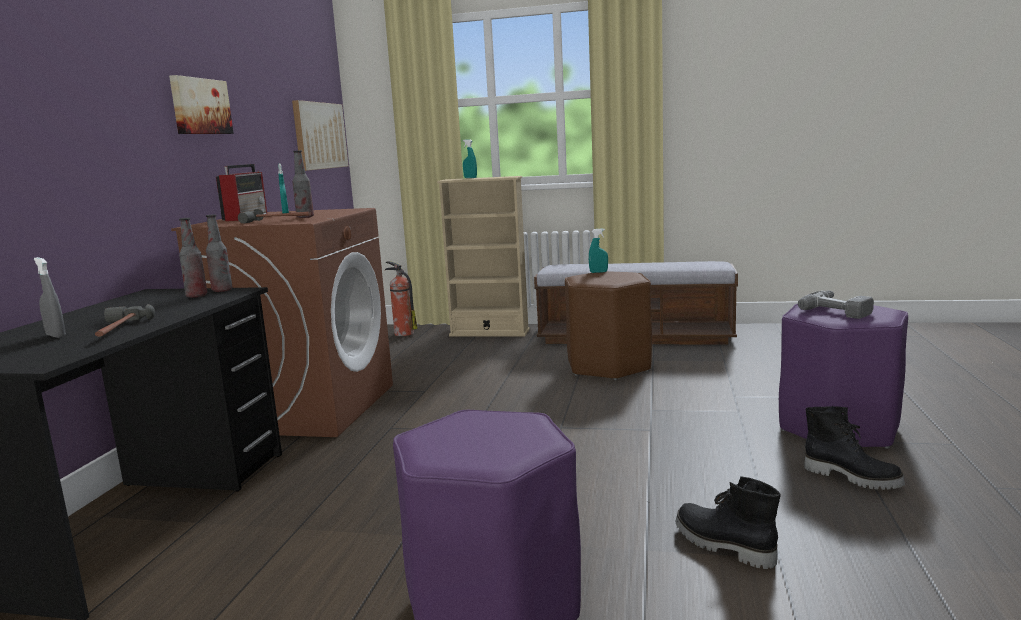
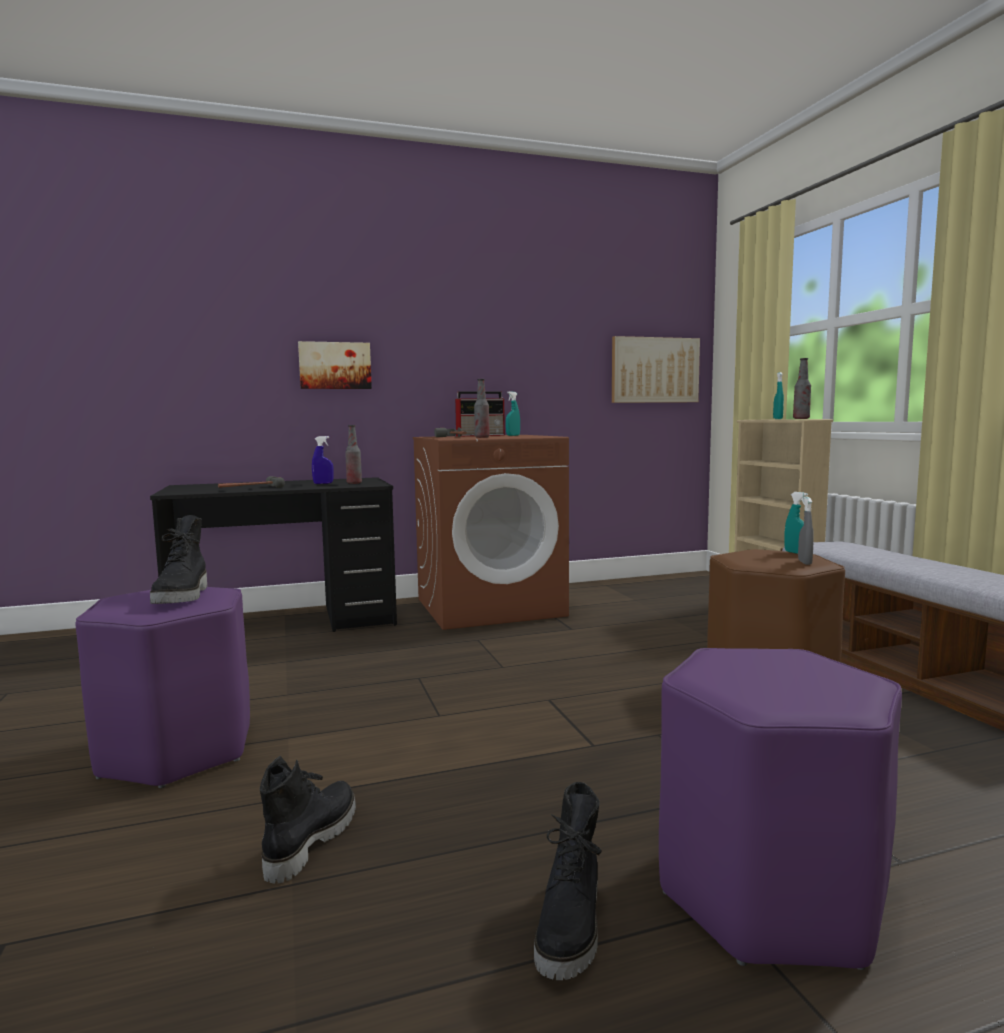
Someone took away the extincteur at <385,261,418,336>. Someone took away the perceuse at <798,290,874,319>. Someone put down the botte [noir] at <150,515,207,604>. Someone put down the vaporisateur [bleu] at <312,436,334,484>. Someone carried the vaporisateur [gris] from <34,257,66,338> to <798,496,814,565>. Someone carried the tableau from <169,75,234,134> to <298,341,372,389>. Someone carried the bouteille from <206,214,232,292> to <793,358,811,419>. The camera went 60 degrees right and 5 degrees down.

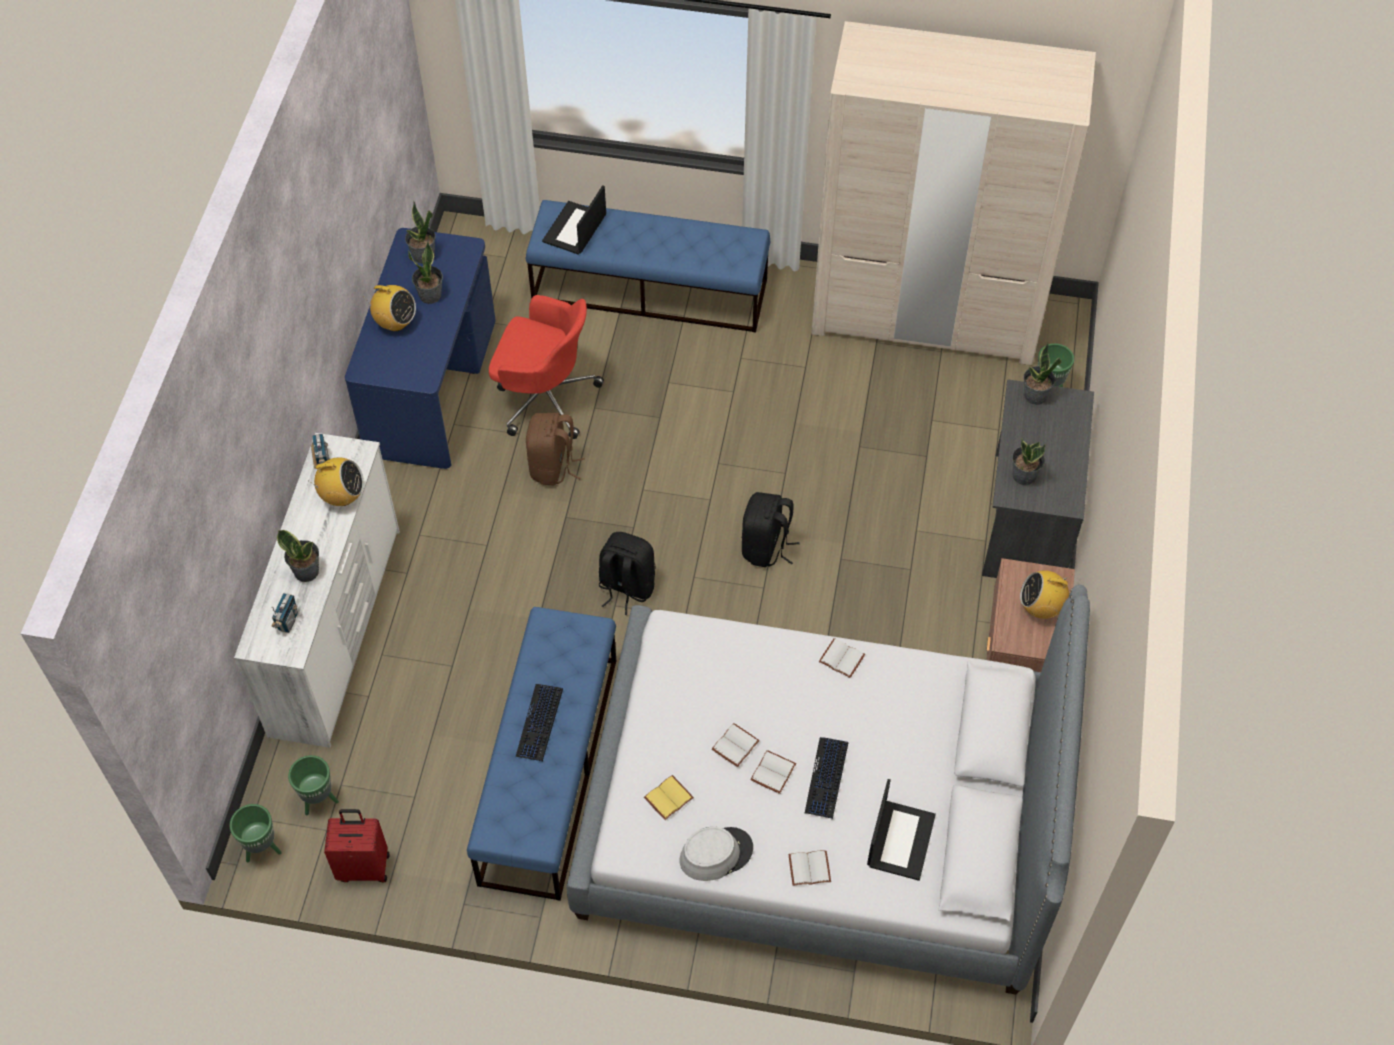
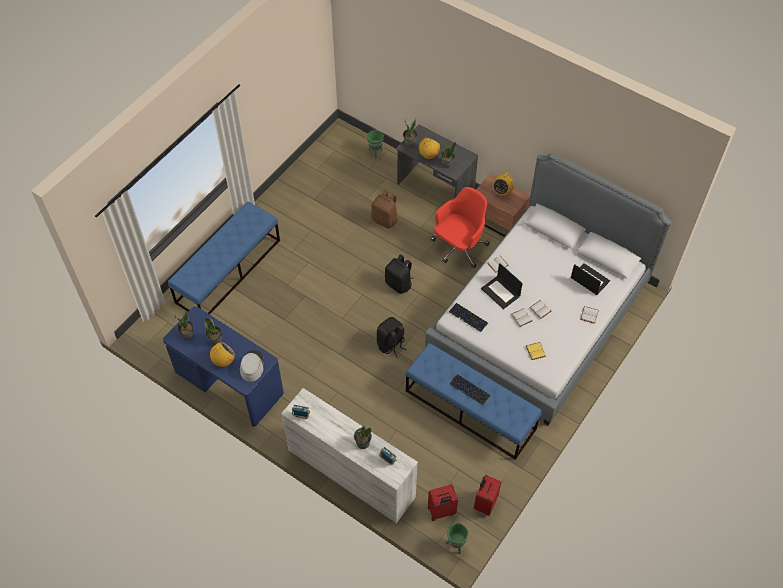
Someone took away the armoire [beige] at <812,21,1096,365>. Someone carried the radio from <308,457,364,506> to <419,138,440,159>. Someone carried the chaise de bureau [rouge] from <489,295,604,439> to <431,187,490,268>. Someone carried the sac à dos [marron] from <526,413,585,485> to <371,190,398,229>. Someone carried the ordinateur portable from <542,185,606,255> to <481,263,523,309>. Someone carried the chapeau [gris] from <680,827,753,881> to <240,350,264,382>. Someone carried the clavier from <805,737,848,819> to <449,303,488,332>. Someone swapped the cache-pot [vert] at <288,755,339,815> for the valise [rouge] at <428,484,458,521>. The camera went 65 degrees left and 0 degrees up.

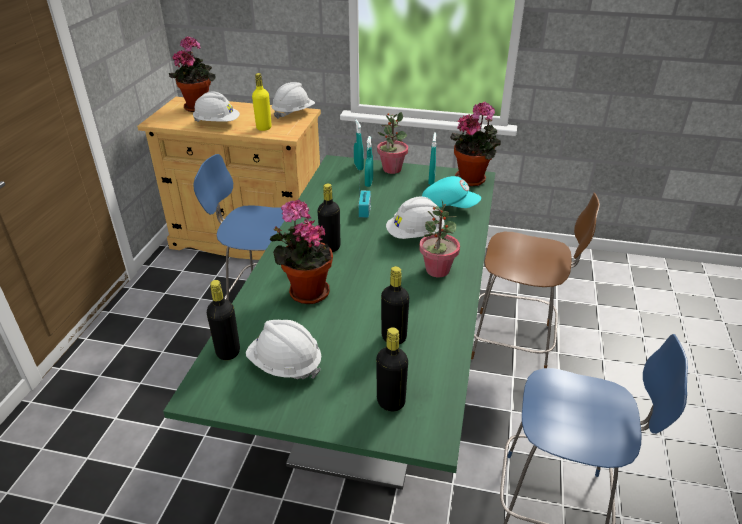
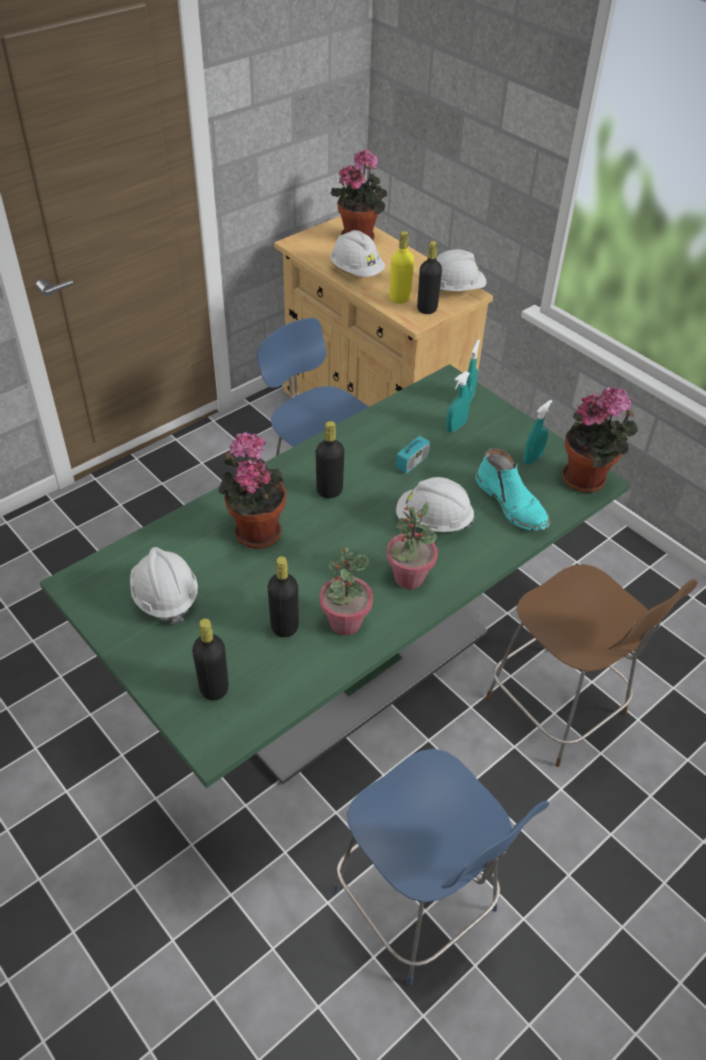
Someone carried the bouteille [noir] from <207,280,240,360> to <417,241,442,314>. Someone carried the plante en pot from <377,112,408,174> to <319,548,373,635>. Someone swapped the casquette [turquoise] at <422,176,481,208> for the botte [turquoise] at <476,448,550,531>. The camera went 35 degrees right and 10 degrees up.

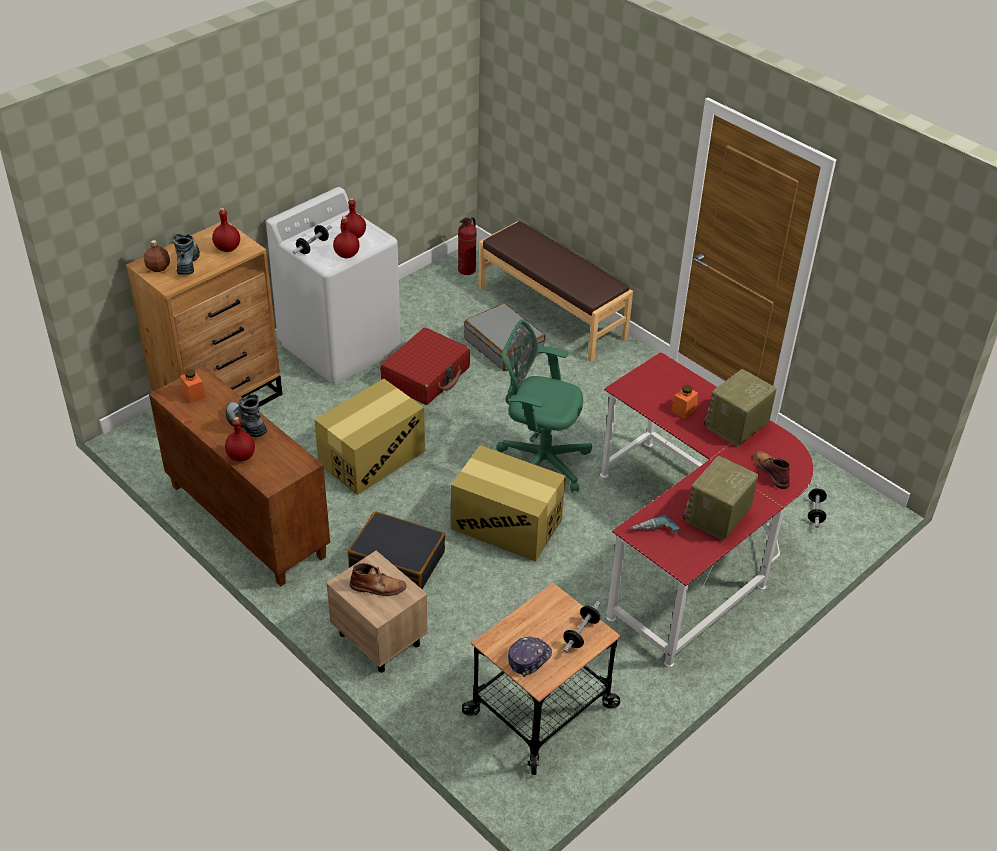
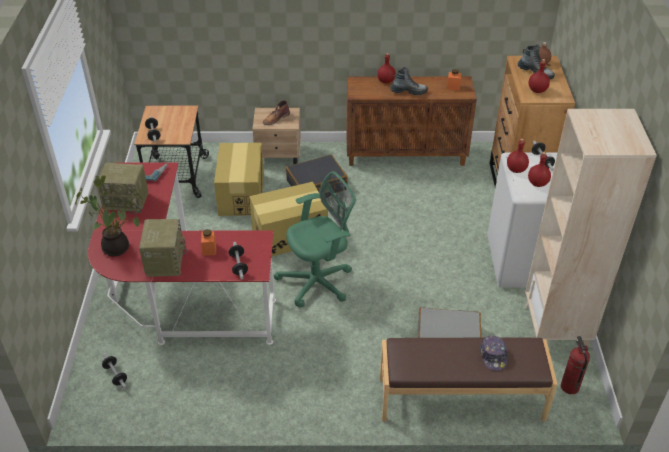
Someone took away the valise [rouge] at <380,327,470,405>. Someone put down the haltère at <229,242,248,280>. Someone put down the bibliothèque [beige] at <525,109,657,346>. Someone carried the carton from <314,379,425,495> to <214,143,264,216>. Someone carried the casquette from <508,636,552,677> to <480,336,508,370>. Someone swapped the botte [marron] at <754,451,790,489> for the plante en pot at <75,176,143,257>. Someone rotated the radio at <683,456,758,541> by 105 degrees clockwise. The camera went 135 degrees right and 0 degrees up.

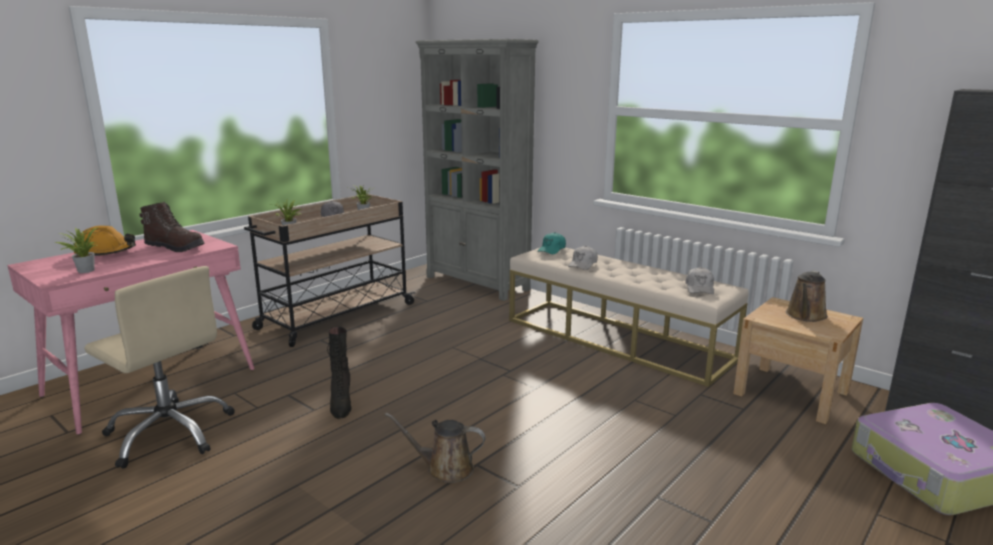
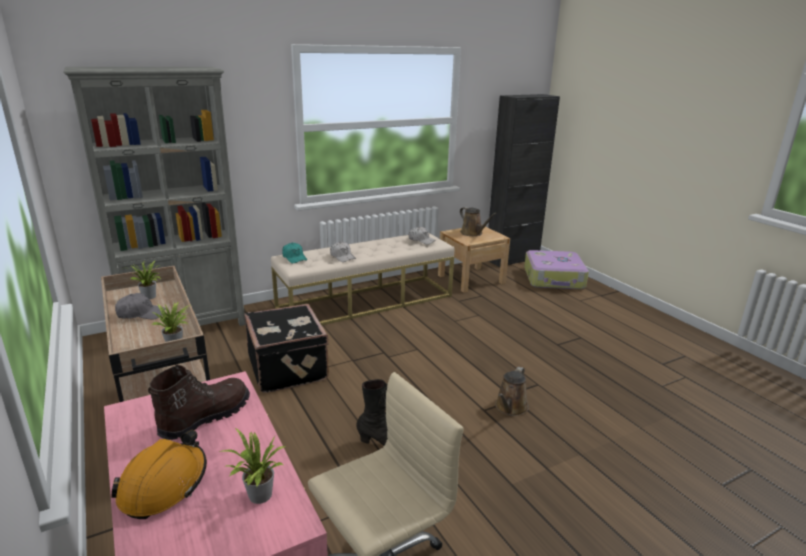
Someone put down the valise [noir] at <244,304,329,393>. The camera went 70 degrees left and 5 degrees up.

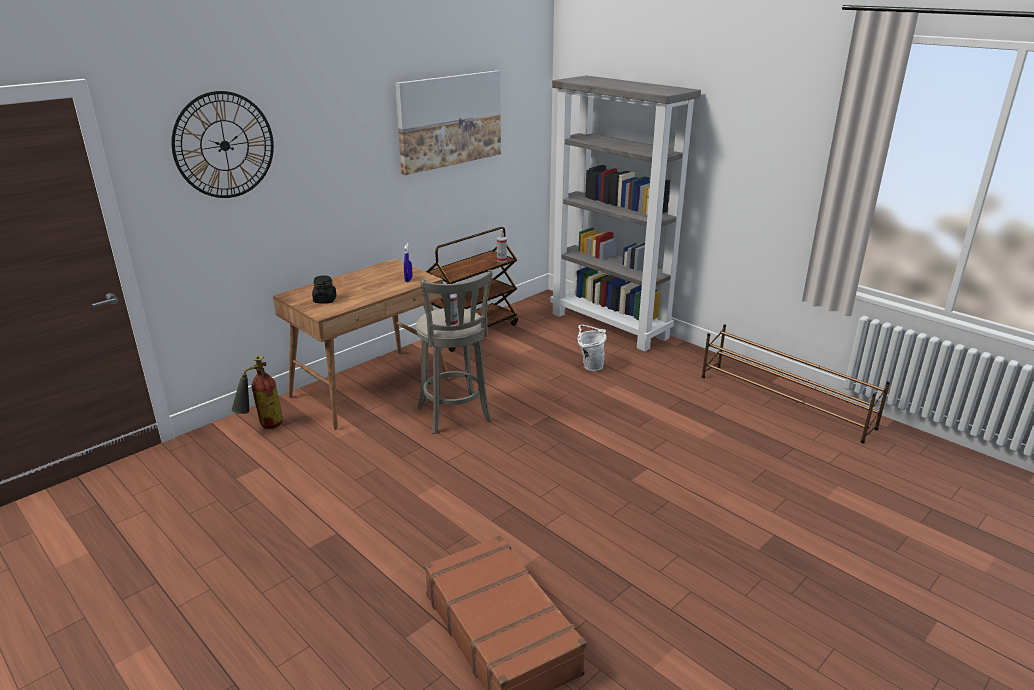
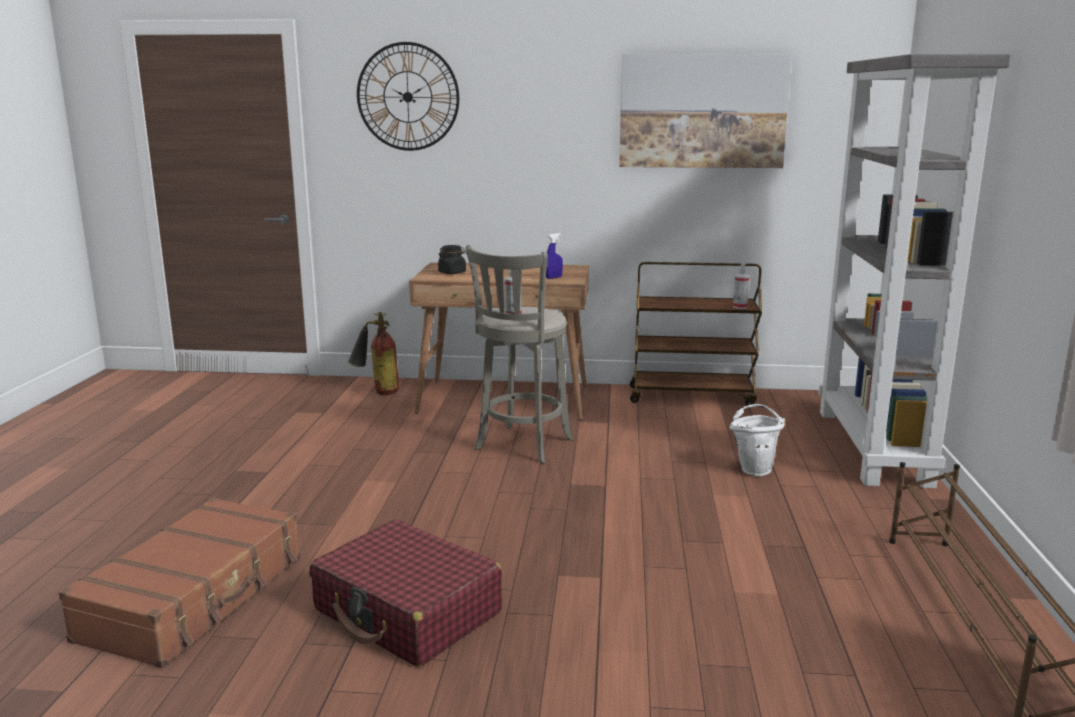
Someone put down the valise [rouge] at <309,519,502,667>. The camera went 50 degrees right and 10 degrees down.

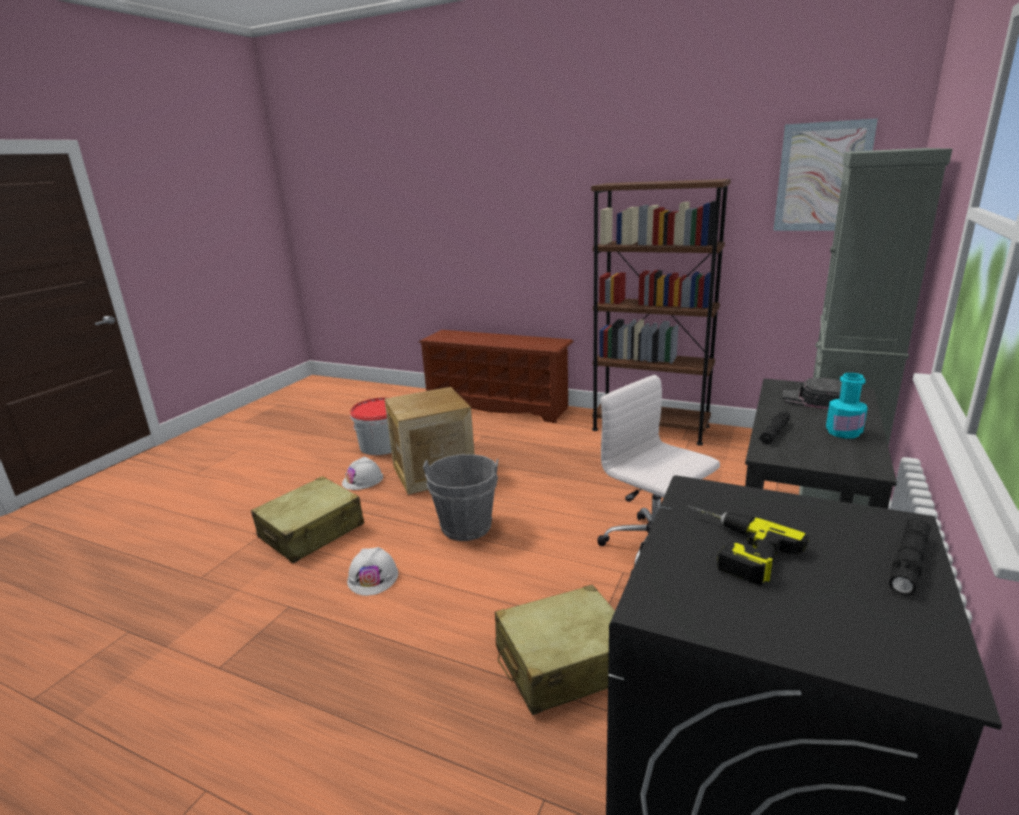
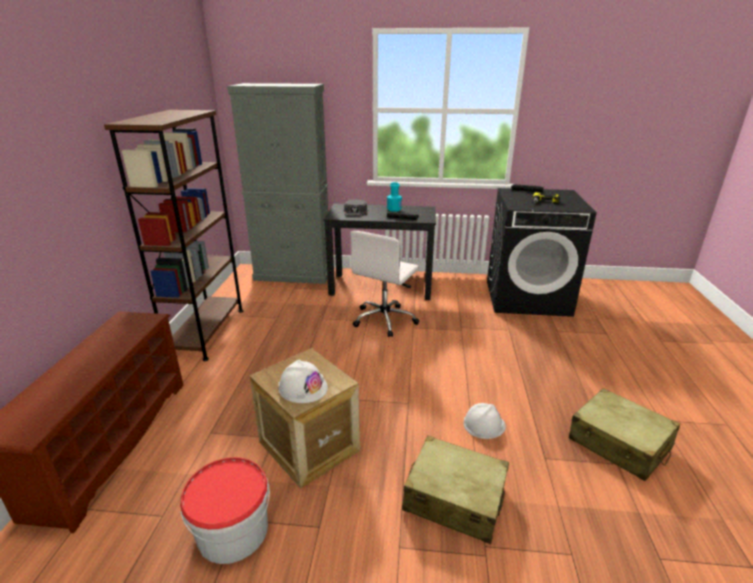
Someone took away the seau [gris] at <423,454,499,541>. Someone took away the tableau at <773,118,878,231>. Someone carried the casque de chantier [blanc] from <342,457,383,490> to <278,359,328,403>. Someone carried the valise [beige] from <495,585,615,715> to <569,388,680,481>. The camera went 110 degrees left and 5 degrees up.

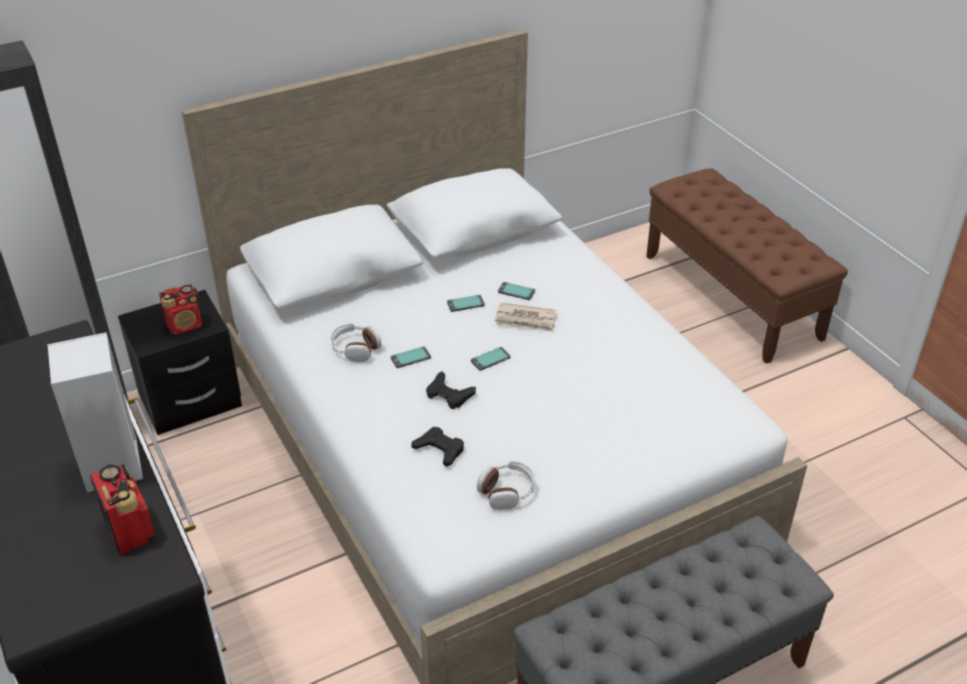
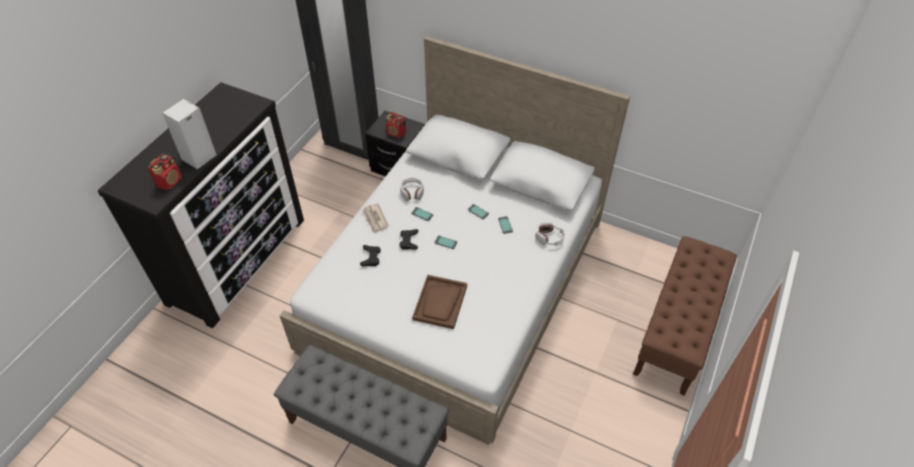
Someone put down the plateau [marron] at <412,275,467,329>. Someone carried the casque audio from <477,461,535,510> to <535,222,565,246>. Someone carried the journal from <495,302,556,332> to <362,203,389,233>. The camera went 55 degrees right and 10 degrees up.

